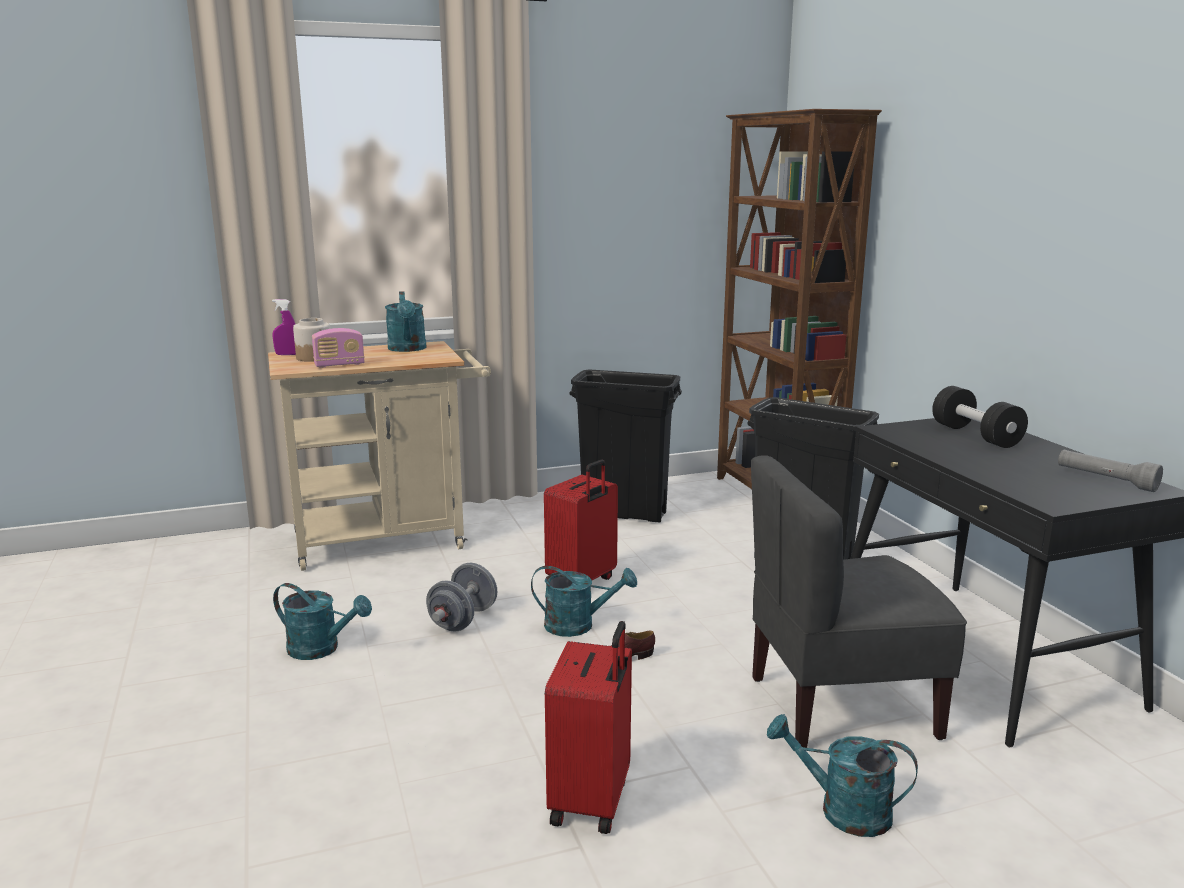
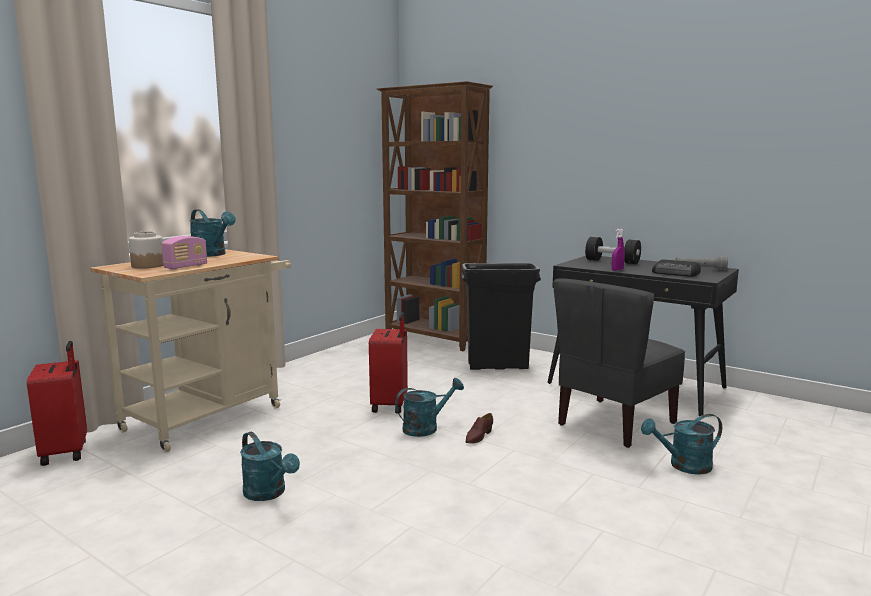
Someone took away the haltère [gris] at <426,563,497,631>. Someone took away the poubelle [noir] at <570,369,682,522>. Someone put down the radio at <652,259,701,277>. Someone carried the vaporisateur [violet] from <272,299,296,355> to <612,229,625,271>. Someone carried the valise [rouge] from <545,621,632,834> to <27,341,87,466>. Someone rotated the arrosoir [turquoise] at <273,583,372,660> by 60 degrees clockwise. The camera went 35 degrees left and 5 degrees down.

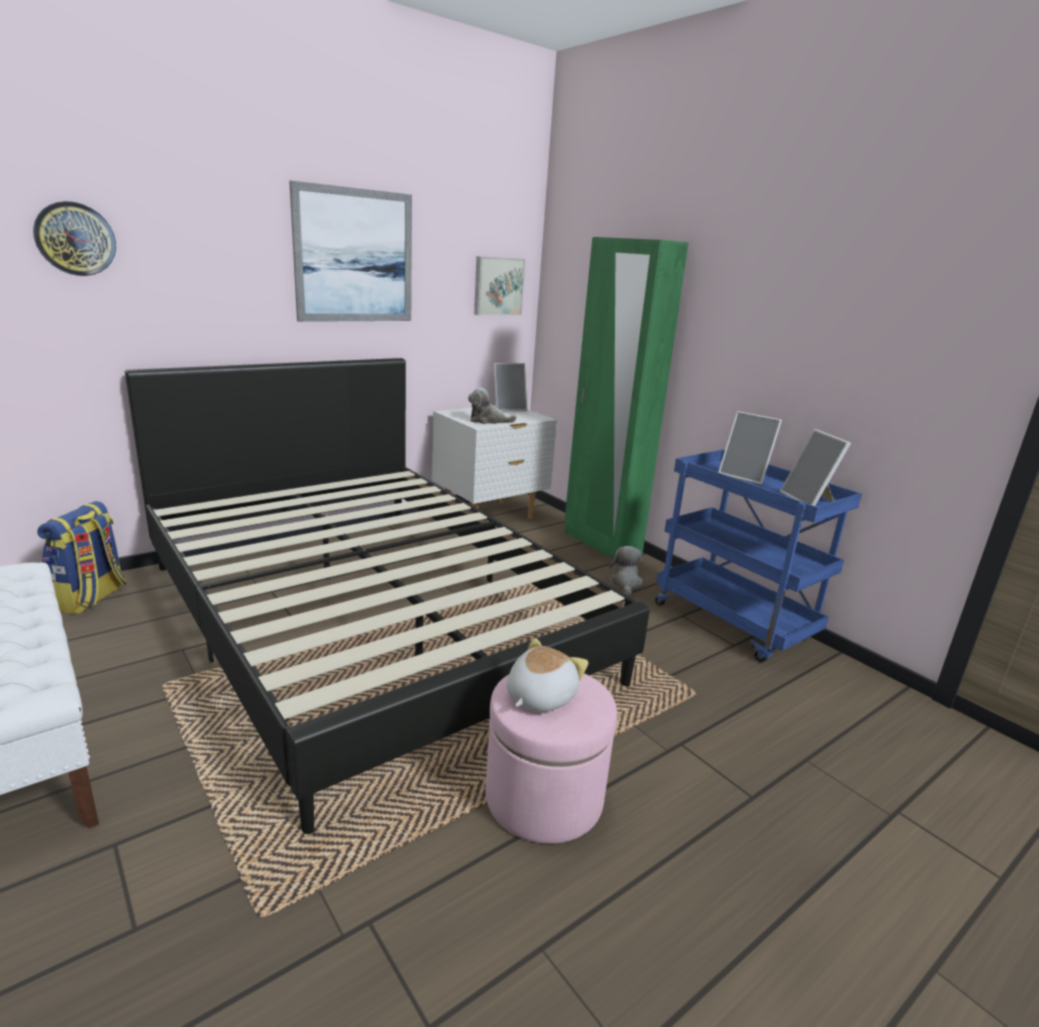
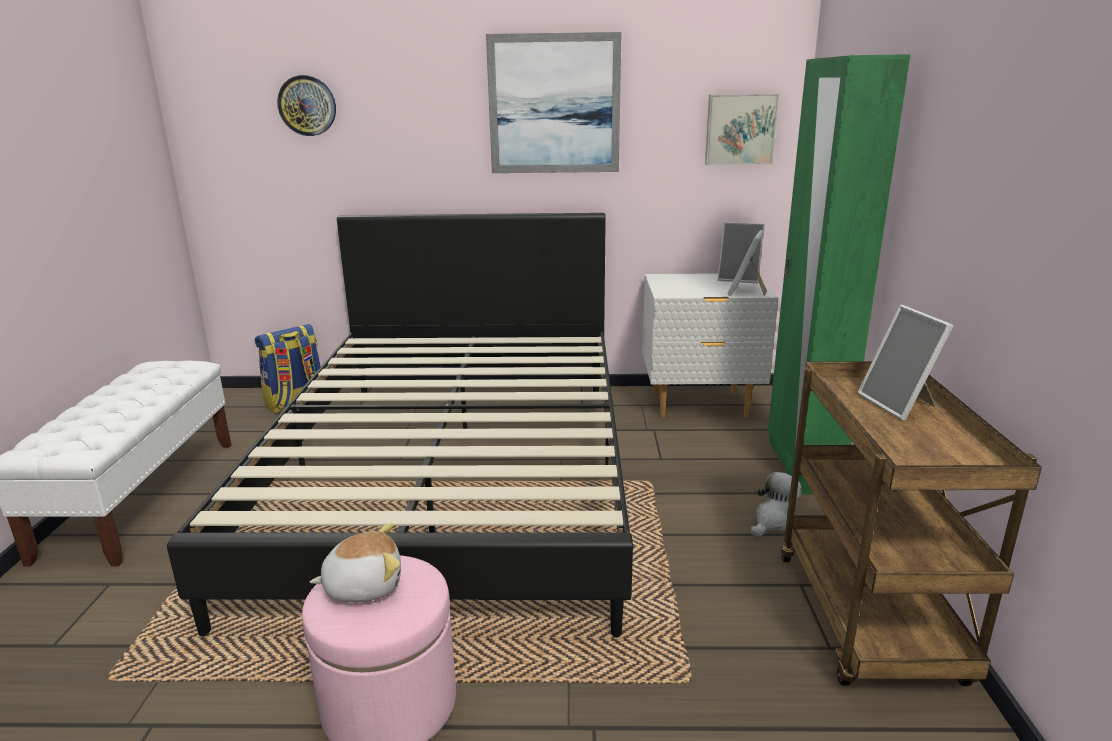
Someone took away the peluche at <468,388,517,424>. Someone carried the cadre photo from <780,429,851,506> to <727,230,767,296>. Someone repainted the chariot [bleu] at <655,449,862,662>, which became the chariot [marron] at <781,362,1042,686>. The camera went 40 degrees right and 0 degrees up.

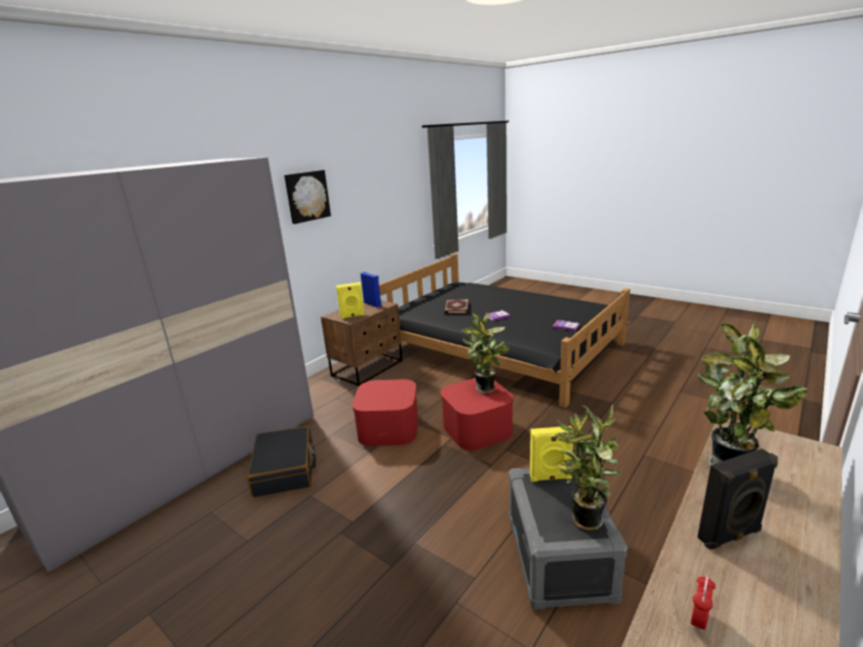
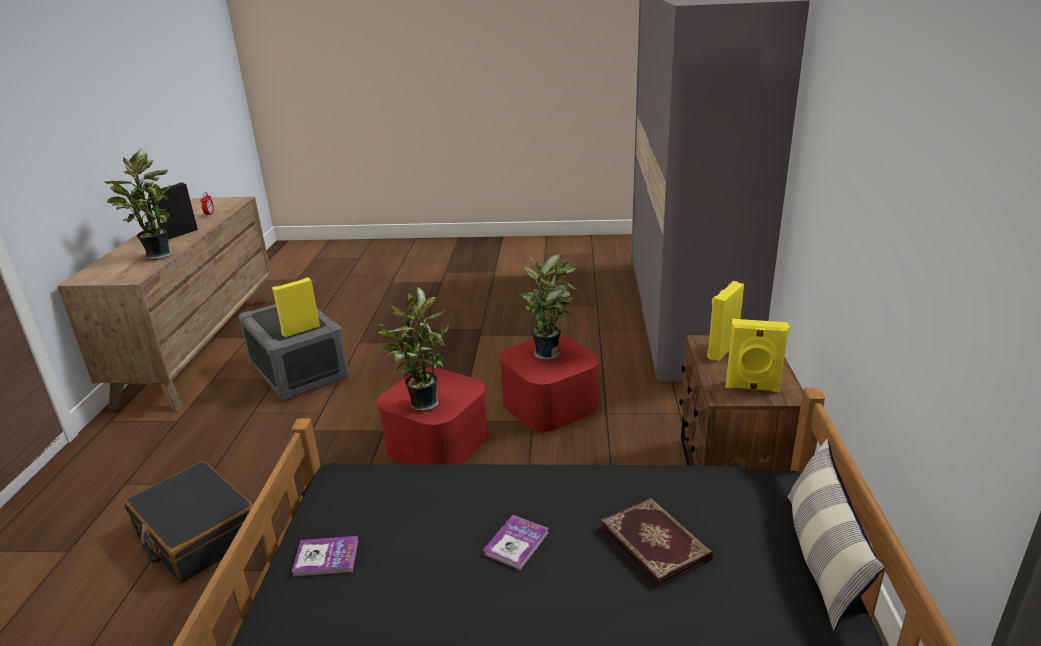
Someone took away the tableau at <284,170,331,224>. Someone put down the coussin at <788,439,885,631>. Someone carried the valise [noir] from <247,426,316,497> to <124,461,253,583>. Someone carried the plante en pot from <555,404,621,530> to <520,254,579,360>. Someone repainted the enceinte [bleu] at <360,272,382,307>, which became the enceinte [jaune] at <725,319,790,393>. The camera went 145 degrees right and 5 degrees up.

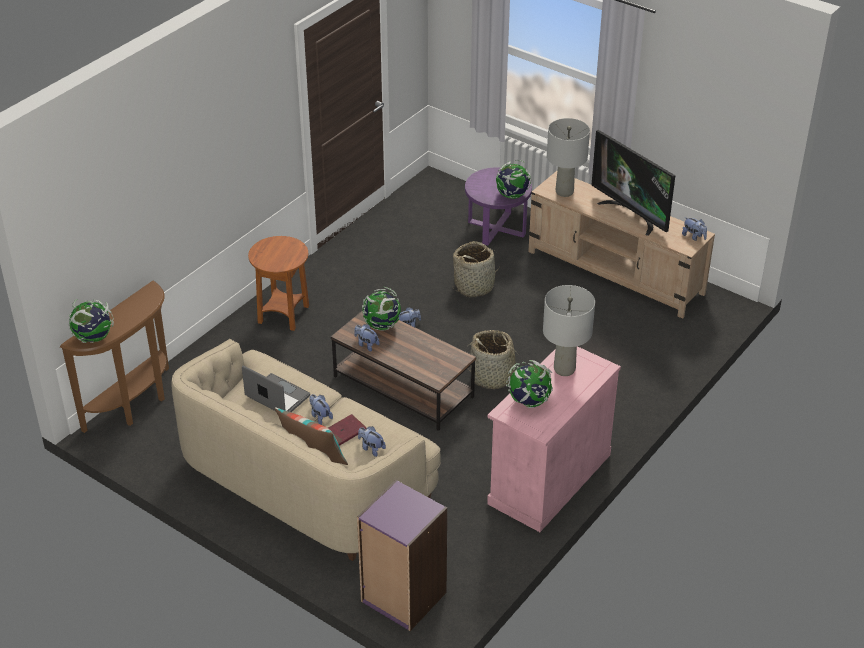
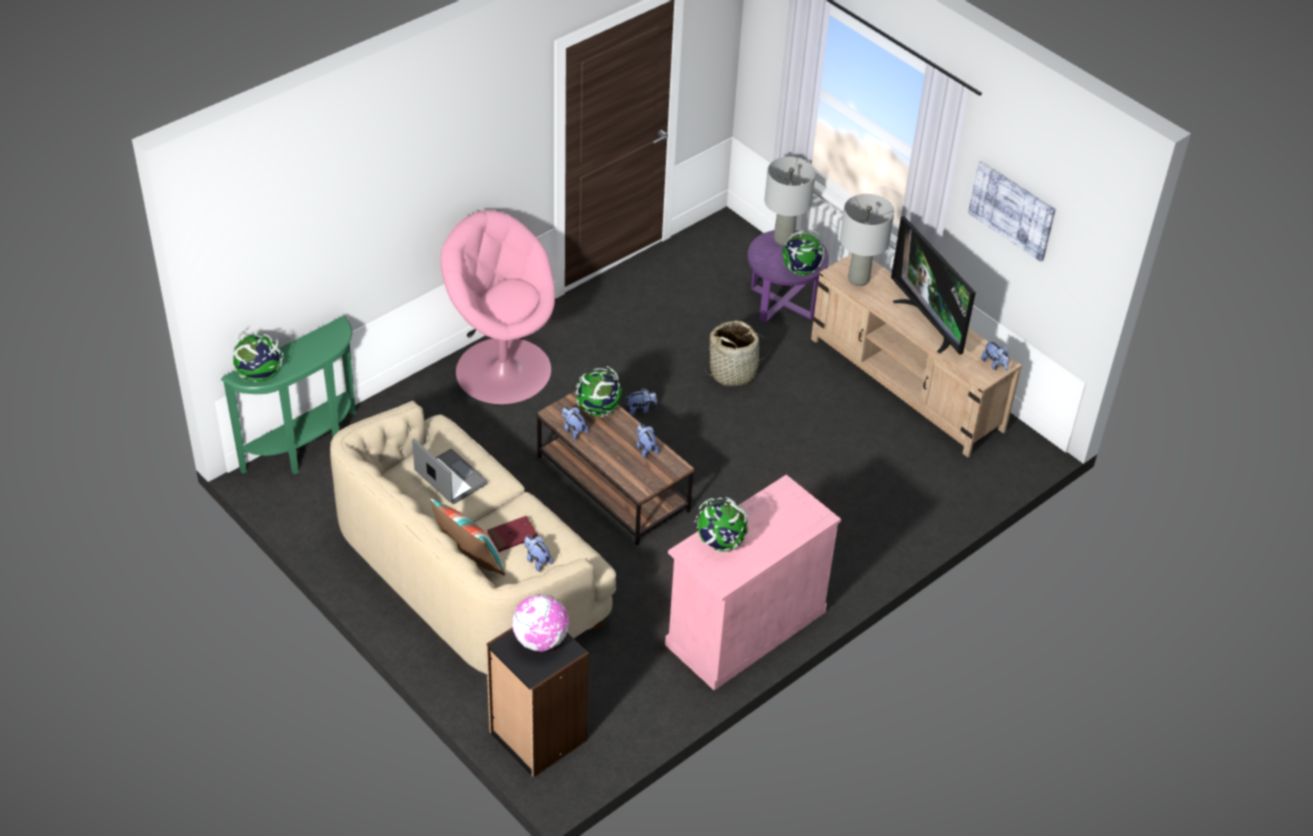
Someone took away the panier at <469,330,521,389>. Someone put down the globe at <512,594,569,651>. Someone put up the tableau at <968,161,1056,262>. Someone carried the peluche from <309,394,333,425> to <637,424,659,459>. Someone carried the lampe de table [gris] from <543,285,595,376> to <765,157,816,246>. Someone swapped the table d'appoint [marron] at <248,236,309,331> for the fauteuil [rose] at <441,210,555,404>. Someone repainted the table console [marron] at <60,281,169,433>, which became the table console [vert] at <221,316,356,475>. Someone repainted the bibliothèque [violet] at <357,480,447,631>, which became the bibliothèque [noir] at <486,628,589,778>. The camera went 10 degrees right and 5 degrees up.

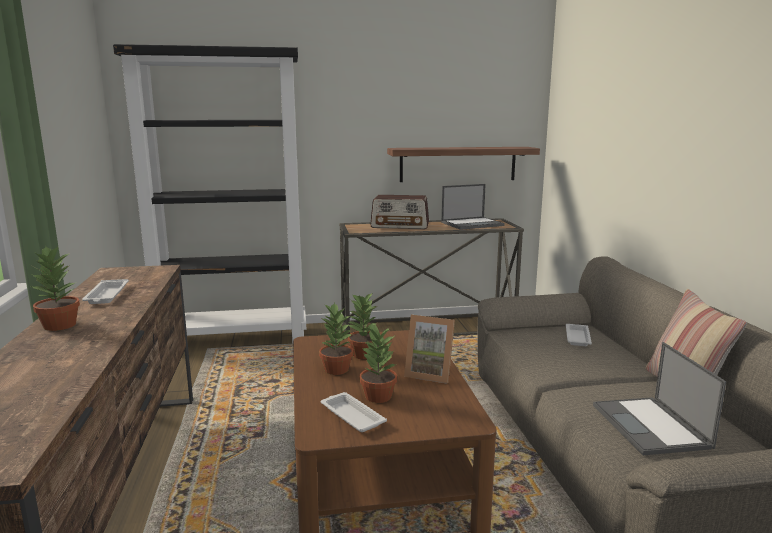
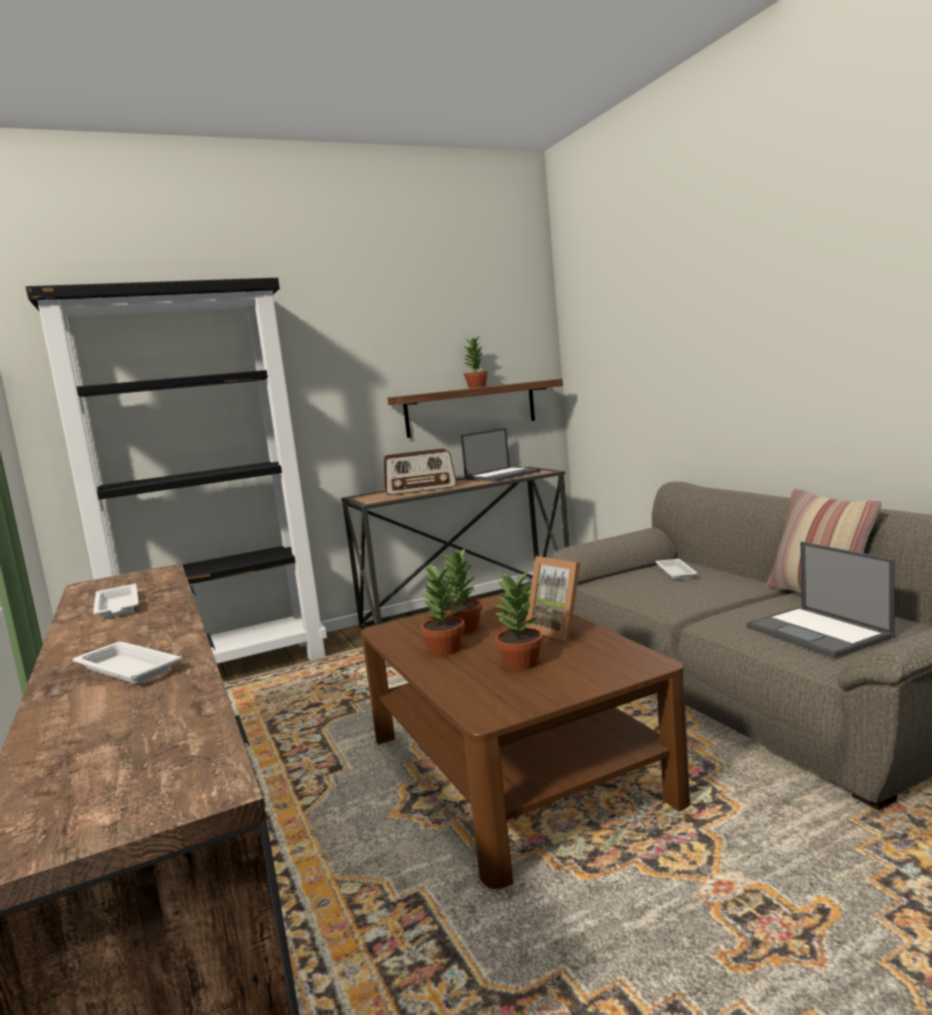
Someone carried the plante en pot from <31,245,80,331> to <463,336,488,388>. Someone carried the plateau [blanc] from <321,392,387,432> to <72,642,182,684>. Someone rotated the cadre photo at <404,315,455,383> by 45 degrees clockwise. The camera went 15 degrees left and 5 degrees down.

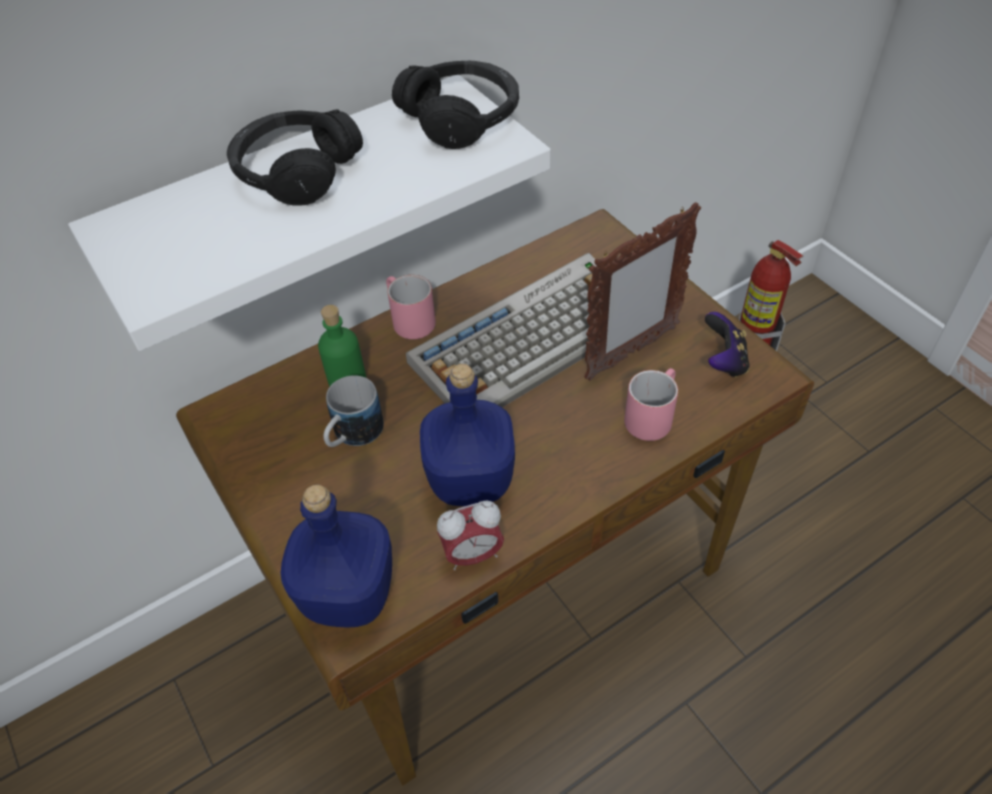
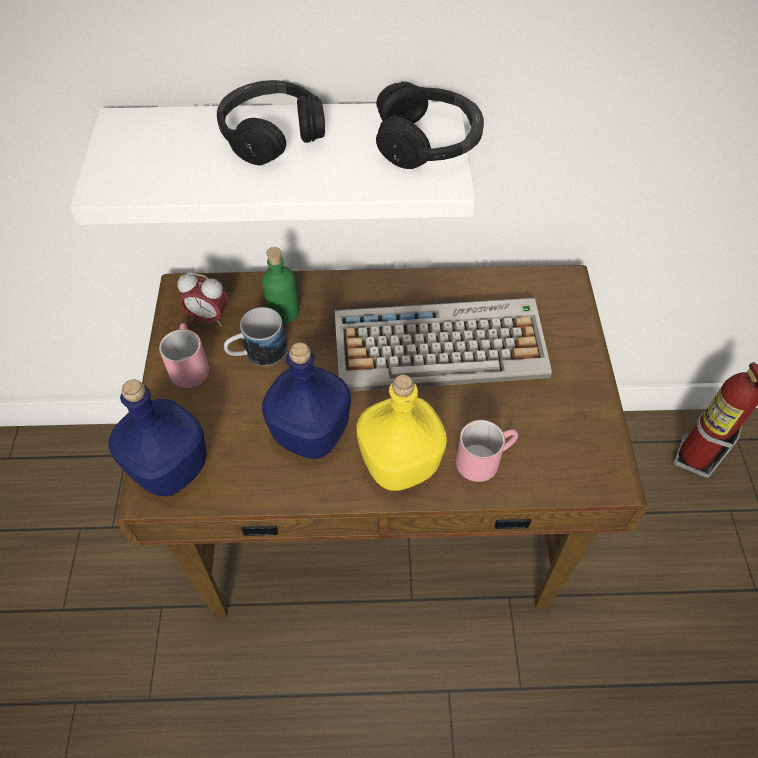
Someone took away the cadre photo at <584,202,701,381>. Someone took away the manette at <705,312,749,378>. Someone put down the bouteille [jaune] at <357,374,447,491>. Someone carried the mug [rose] from <386,275,436,339> to <159,323,209,388>. Someone carried the réveil from <437,500,504,570> to <177,273,228,327>. The camera went 30 degrees right and 5 degrees up.

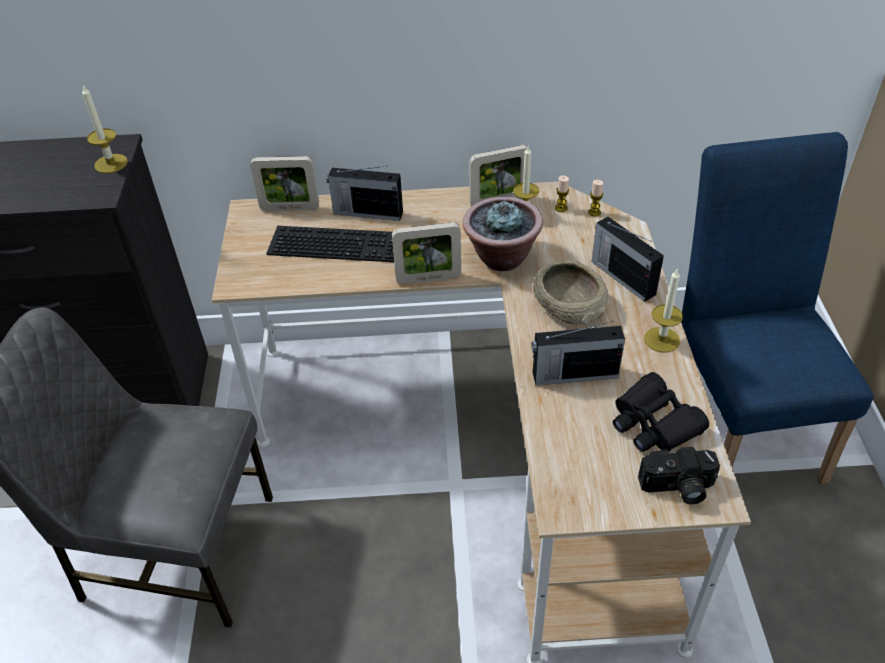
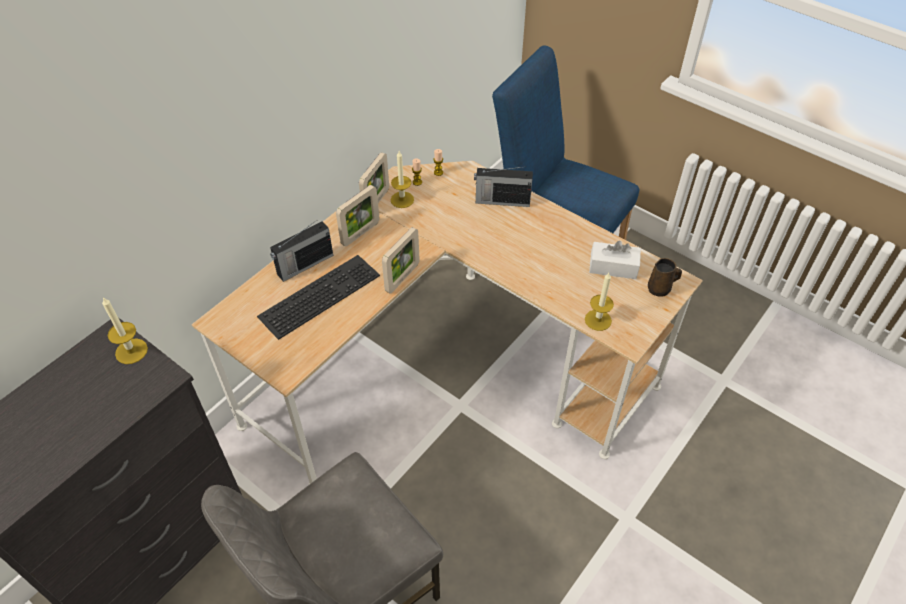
Someone took away the plante en pot at <463,197,543,271>. Someone took away the radio at <532,321,625,385>. Someone took away the bol [beige] at <533,260,608,325>. Someone carried the cadre photo from <250,156,319,211> to <336,185,380,246>. Someone carried the bougie from <644,269,683,353> to <585,273,614,331>. Someone swapped the jumelles [noir] at <613,372,709,452> for the boîte à mouchoirs [blanc] at <589,241,641,279>. Someone swapped the appareil photo at <638,447,720,504> for the mug [marron] at <648,258,682,297>. The camera went 50 degrees left and 5 degrees up.

